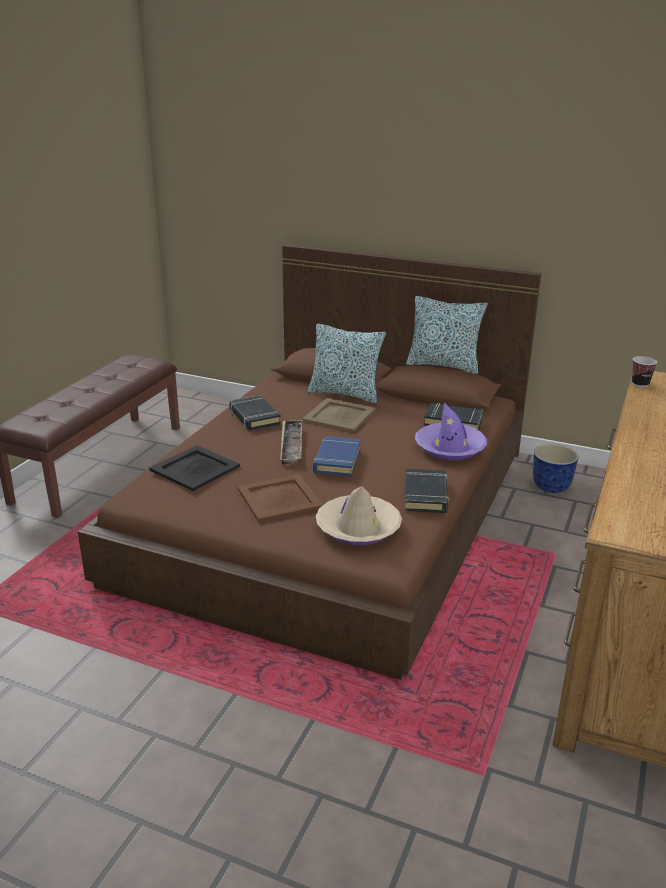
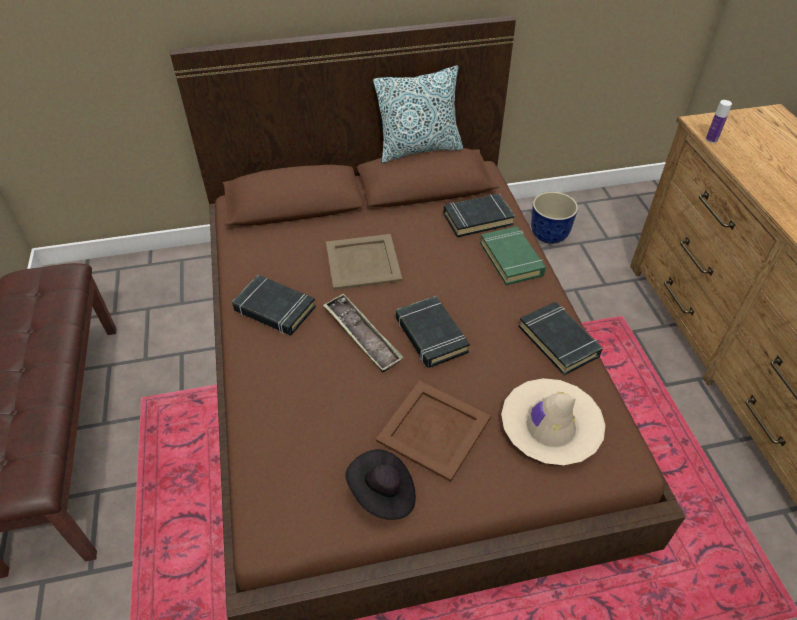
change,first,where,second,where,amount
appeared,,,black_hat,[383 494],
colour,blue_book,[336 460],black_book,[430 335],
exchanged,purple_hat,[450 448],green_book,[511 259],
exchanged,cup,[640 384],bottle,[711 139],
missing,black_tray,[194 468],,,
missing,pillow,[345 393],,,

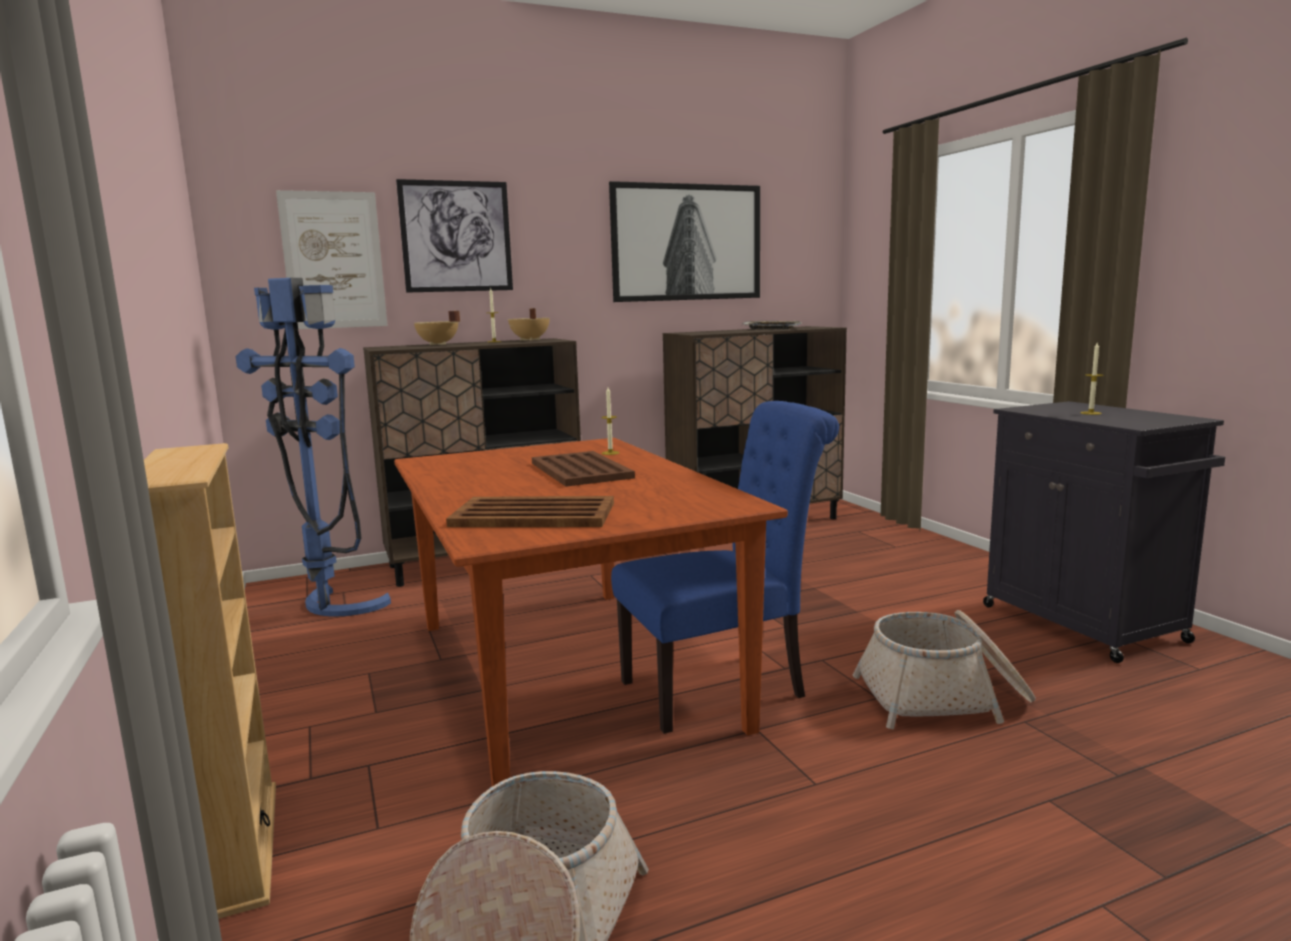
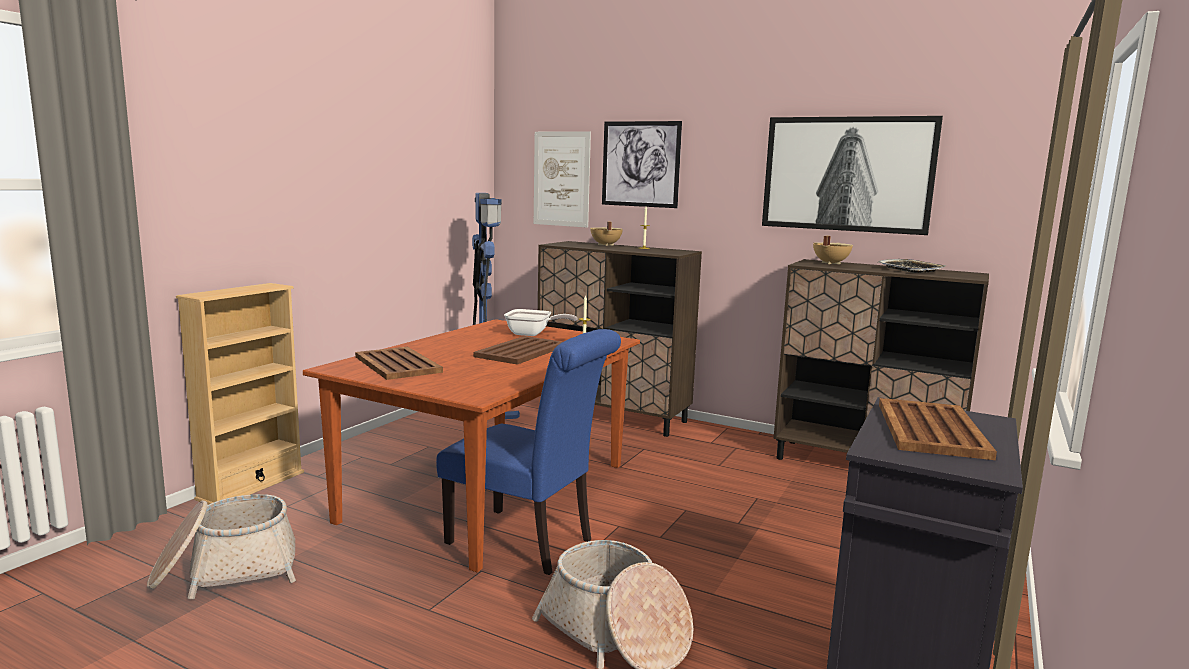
change,first,where,second,where,amount
appeared,,,frying_pan,[532 334],
relocated,beige_cooking_pot,[529 340],,[830 263],
exchanged,candle,[1090 413],brown_tray,[930 430],

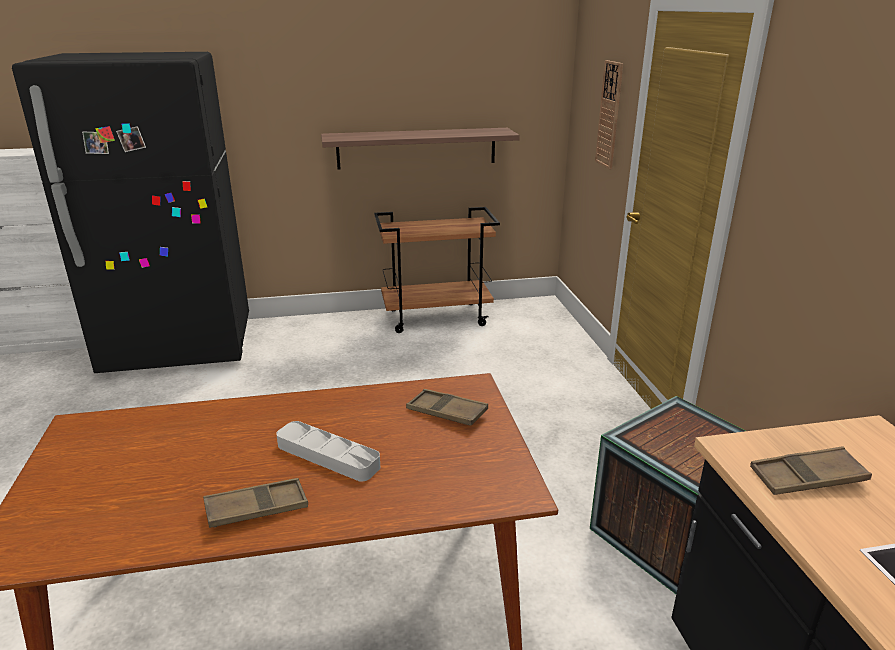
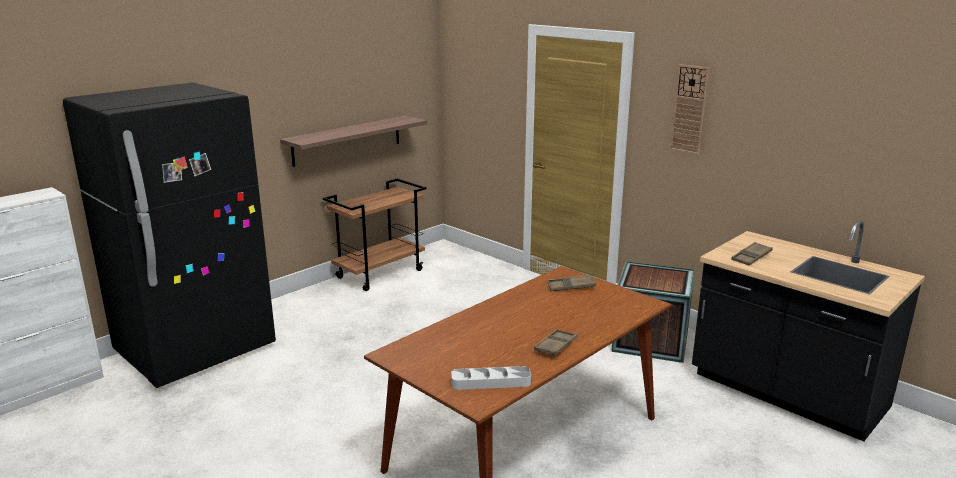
change,first,where,second,where,amount
relocated,grey_tray,[328 456],,[491 382],
relocated,wall_clock,[609 115],,[690 109],

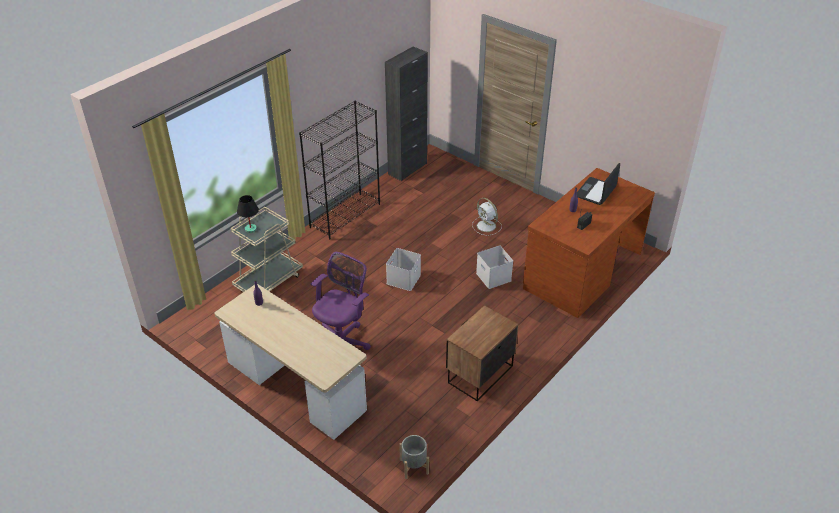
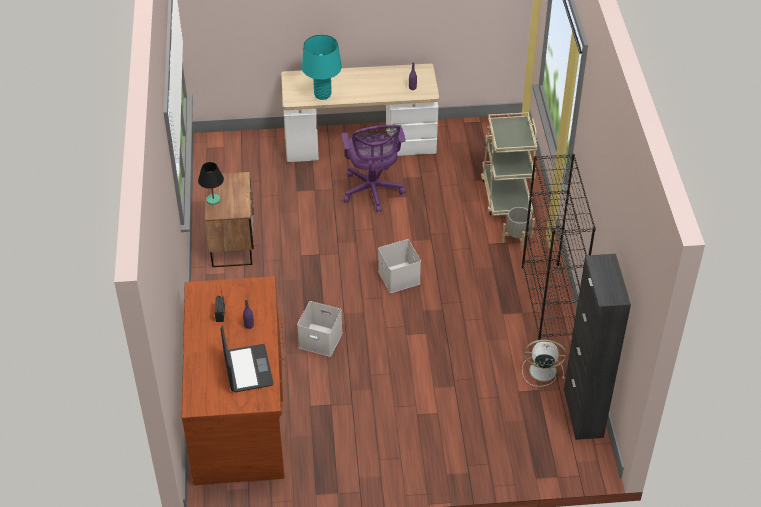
change,first,where,second,where,amount
relocated,black_table_lamp,[251 229],,[213 200],
appeared,,,turquoise_table_lamp,[322 95],
relocated,grey_planter,[414 466],,[517 239],
relocated,white_fan,[487 226],,[541 370],

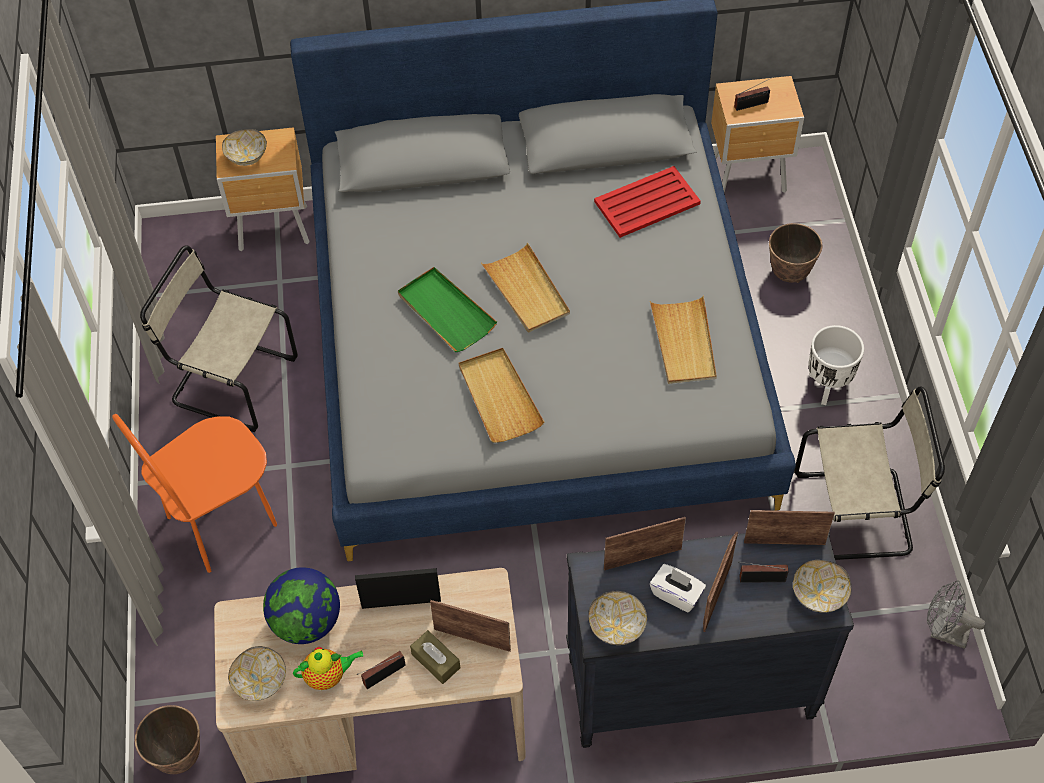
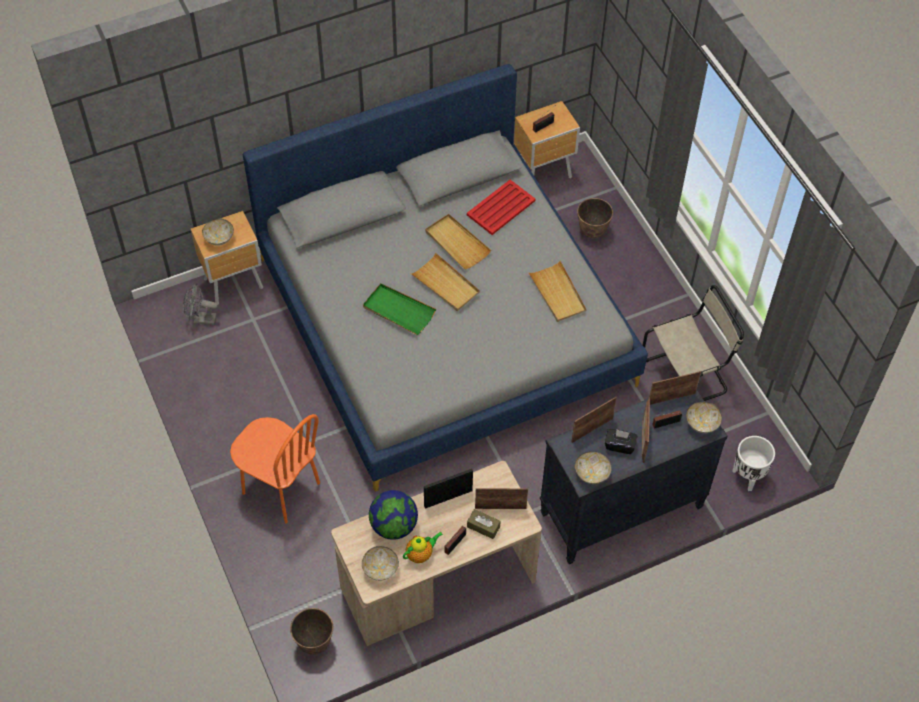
change,first,where,second,where,amount
relocated,grey_fan,[943 632],,[201 319],
spun,orange_chair,[222 522],,[280 489],90 degrees counterclockwise
relocated,beige_tray,[499 397],,[456 243],
colour,white_tissue_box,[676 594],black_tissue_box,[619 445],
relocated,white_planter,[827 386],,[747 476],
missing,beige_chair,[230 380],,,

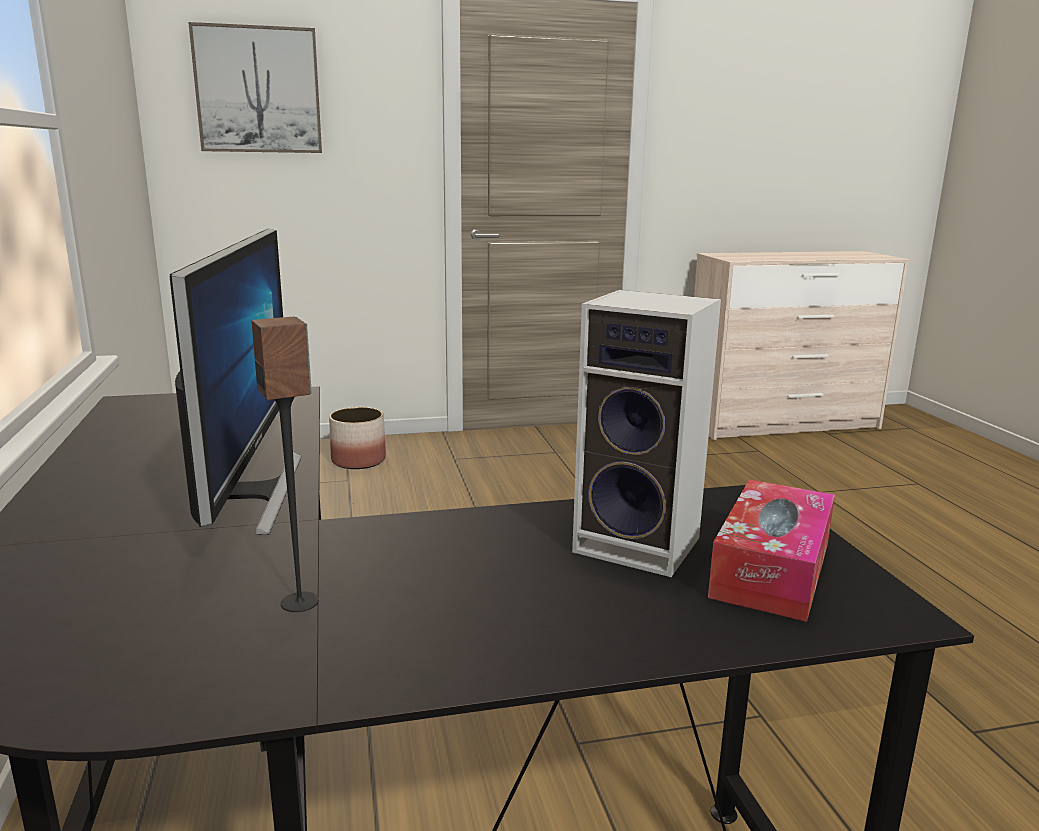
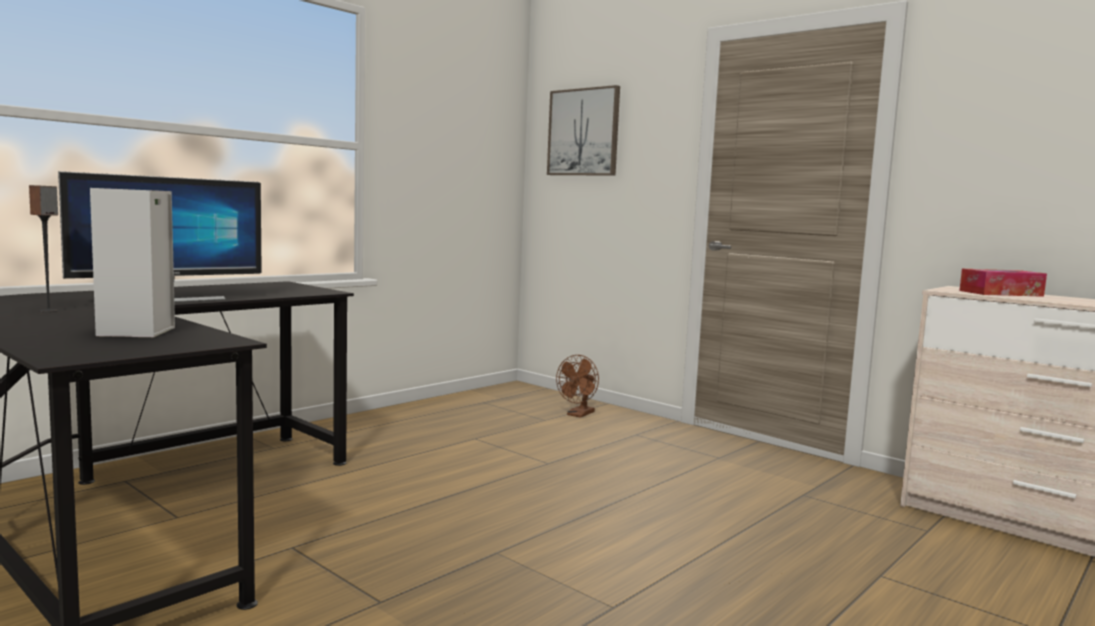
change,first,where,second,where,amount
exchanged,planter,[359 460],brown_fan,[578 415],
relocated,tissue_box,[771 569],,[1001 293],

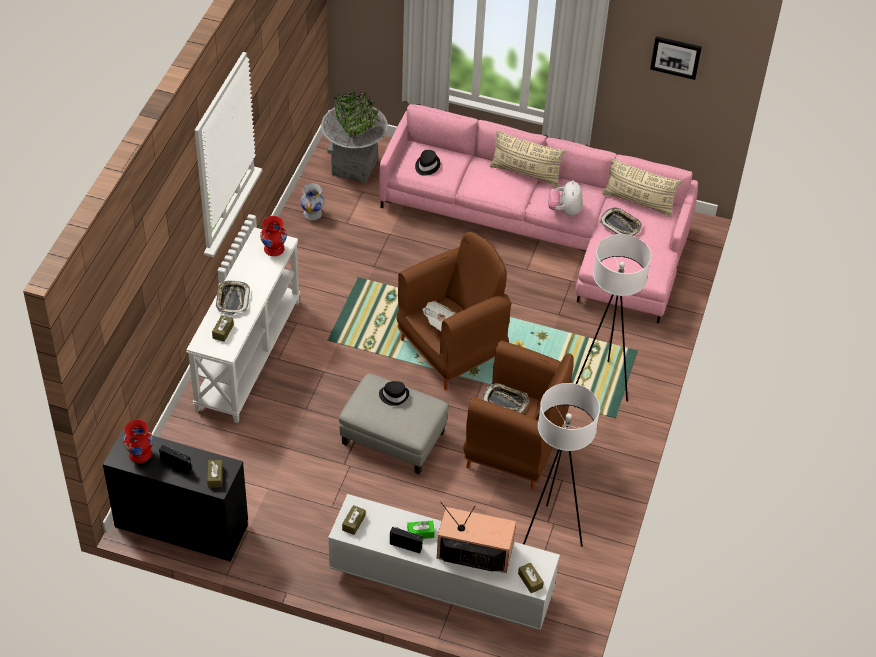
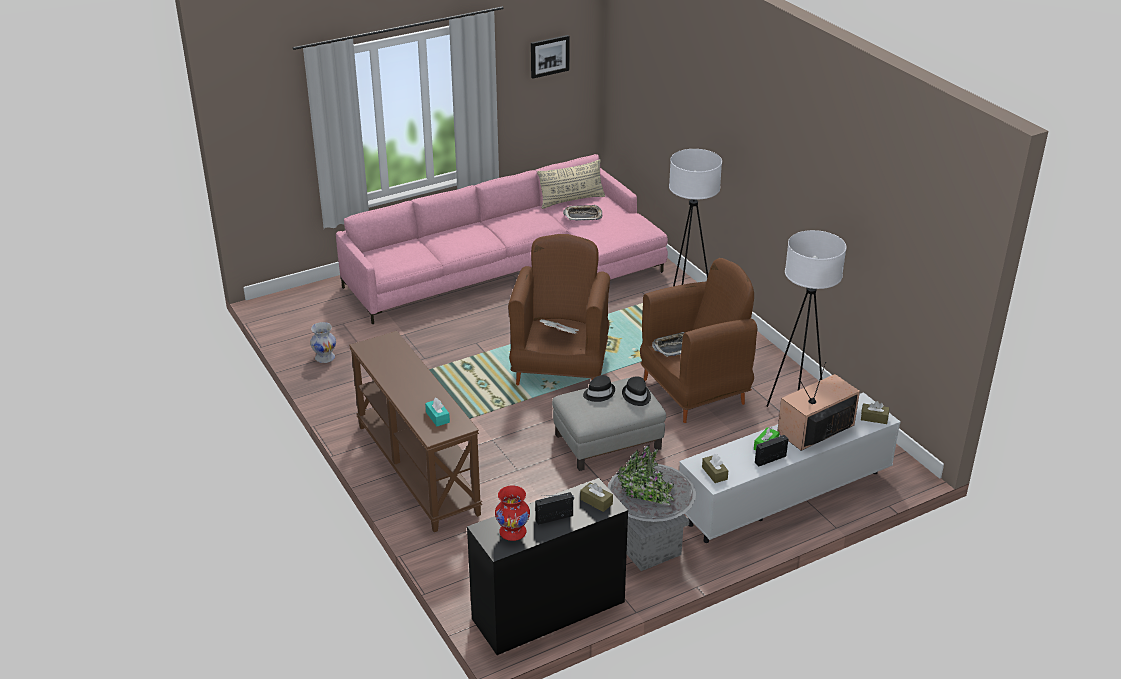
change,first,where,second,where,amount
colour,white_console_table,[247 354],brown_console_table,[416 469],
colour,brown_tissue_box,[223 331],turquoise_tissue_box,[437 417],
relocated,grey_planter,[354 167],,[648 548],
relocated,black_hat,[426 166],,[636 396],
missing,tray,[232 299],,,
missing,red_vase,[274 249],,,
missing,beige_pillow,[525 173],,,
missing,plush_toy,[564 211],,,

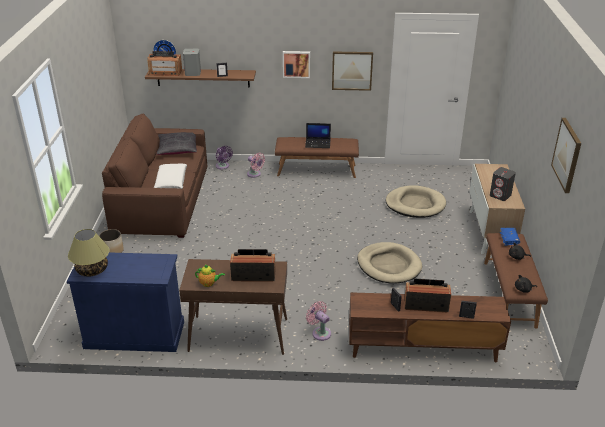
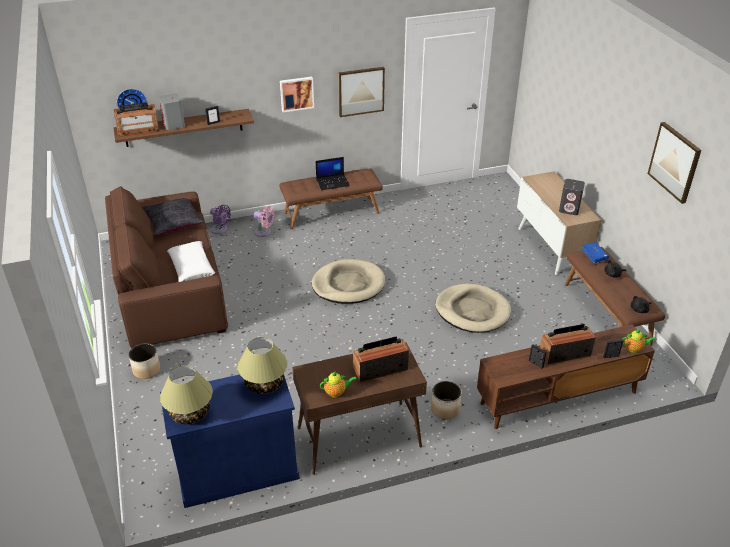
change,first,where,second,where,amount
appeared,,,table_lamp,[265 384],
relocated,beige_dog_bed,[415 204],,[348 284],
exchanged,pink_fan,[320 332],planter,[445 409],
appeared,,,teapot,[634 349],

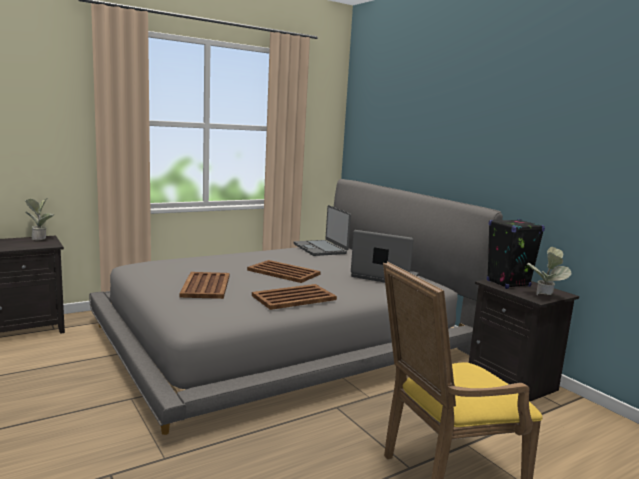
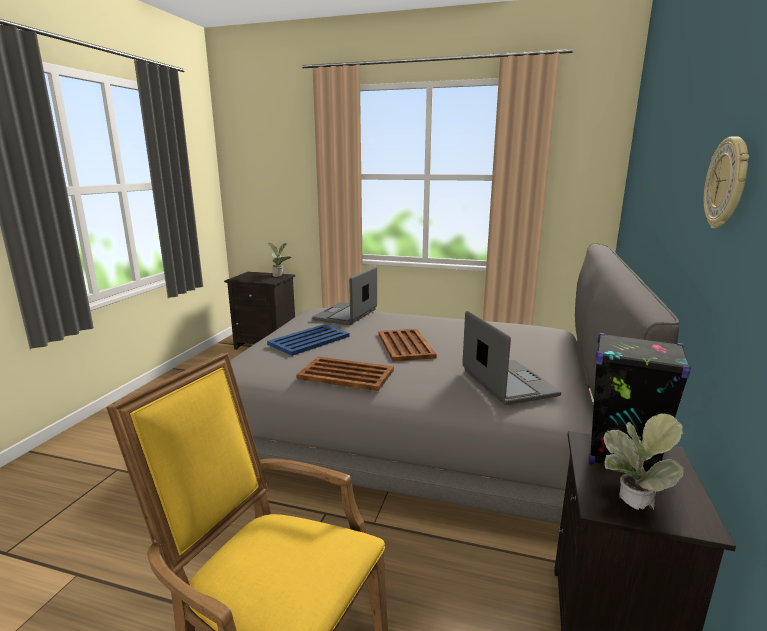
change,first,where,second,where,amount
colour,brown_tray,[205 286],blue_tray,[308 340],
relocated,laptop,[320 249],,[346 315],
appeared,,,wall_clock,[728 183],

